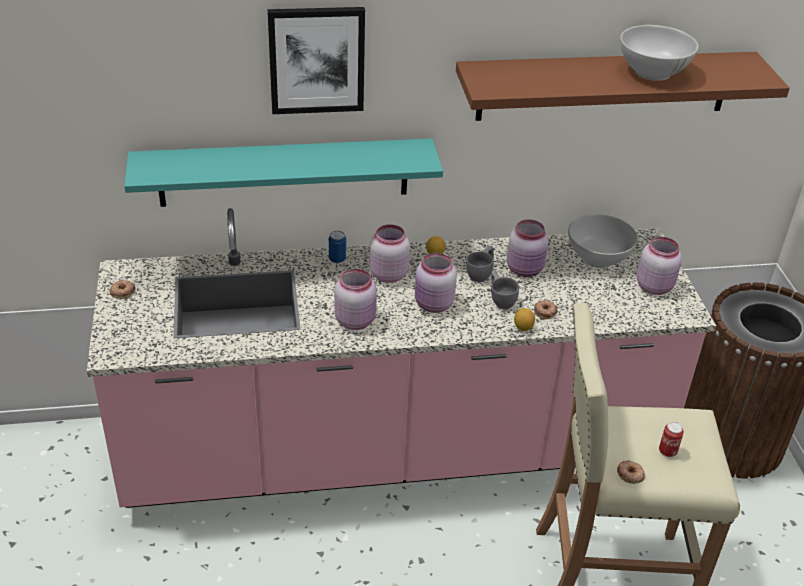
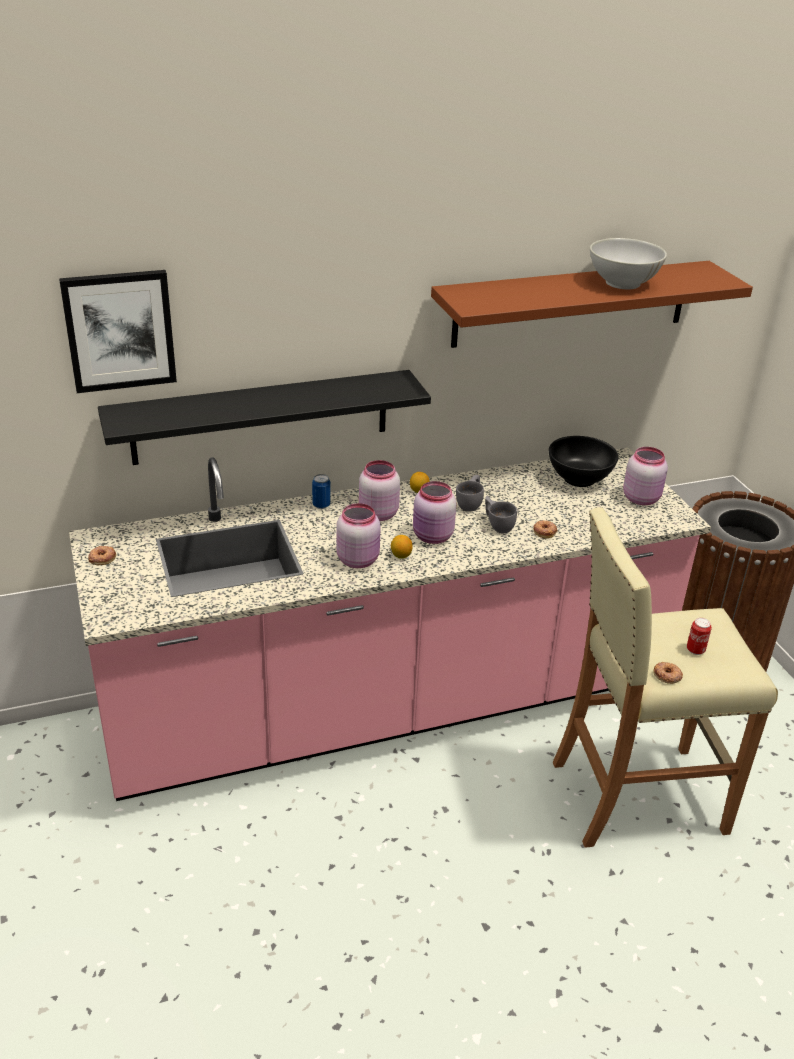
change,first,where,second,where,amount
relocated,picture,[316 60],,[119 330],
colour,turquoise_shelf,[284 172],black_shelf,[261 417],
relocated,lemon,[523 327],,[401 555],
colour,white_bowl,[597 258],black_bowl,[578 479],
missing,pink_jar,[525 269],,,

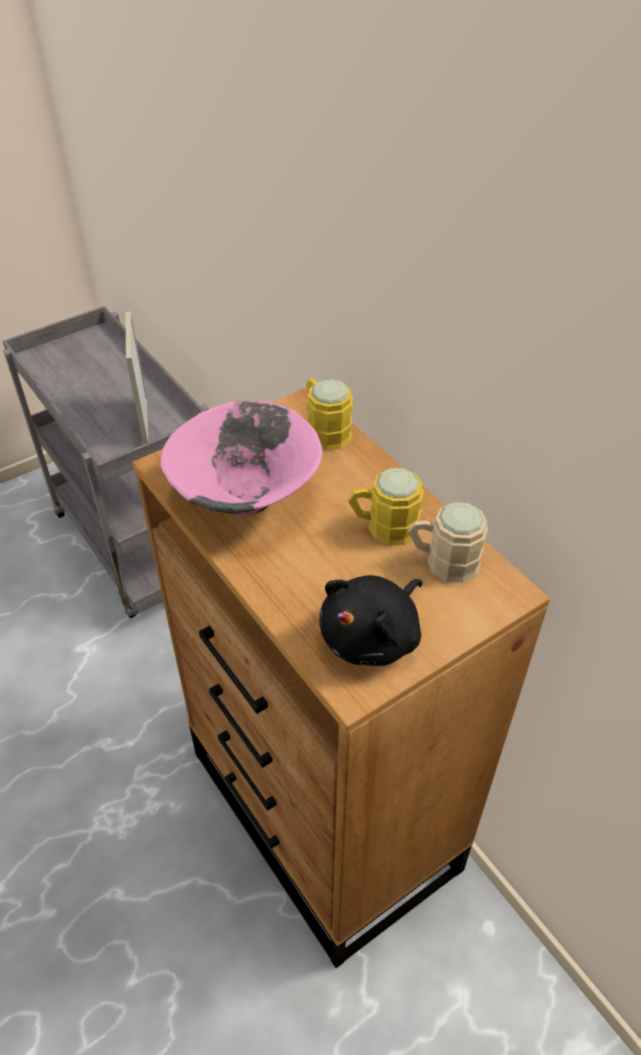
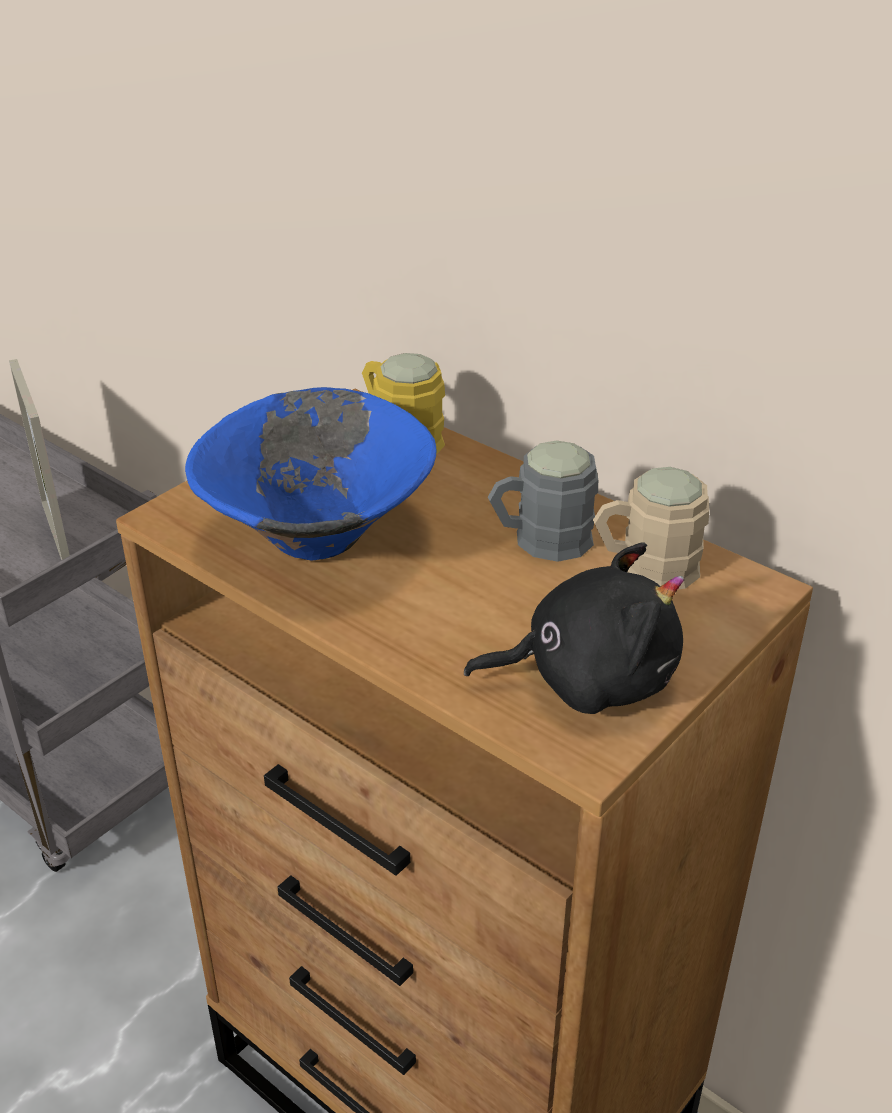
change,first,where,second,where,amount
colour,pink_bowl,[244 499],blue_bowl,[316 539],
spun,black_plush_toy,[373 637],,[588 678],120 degrees counterclockwise
colour,yellow_mug,[383 527],grey_mug,[540 540],

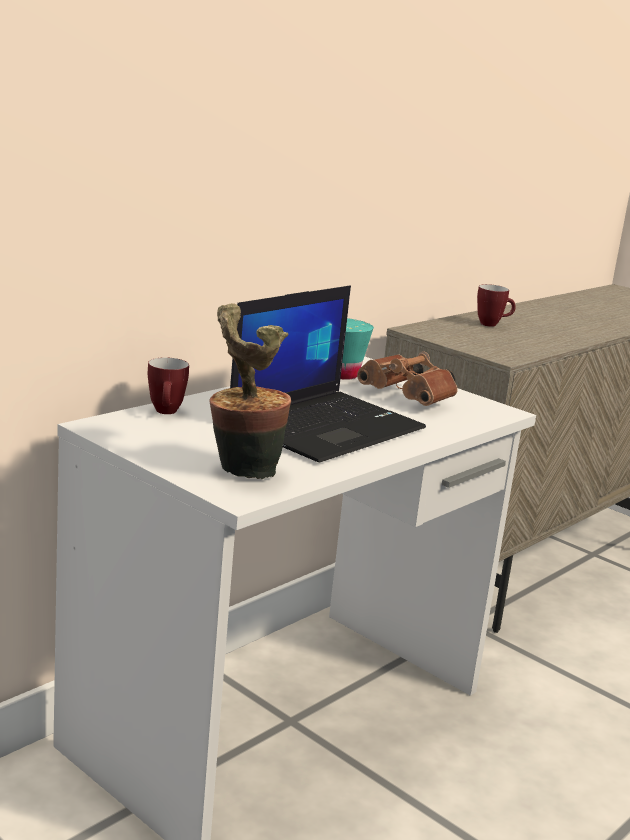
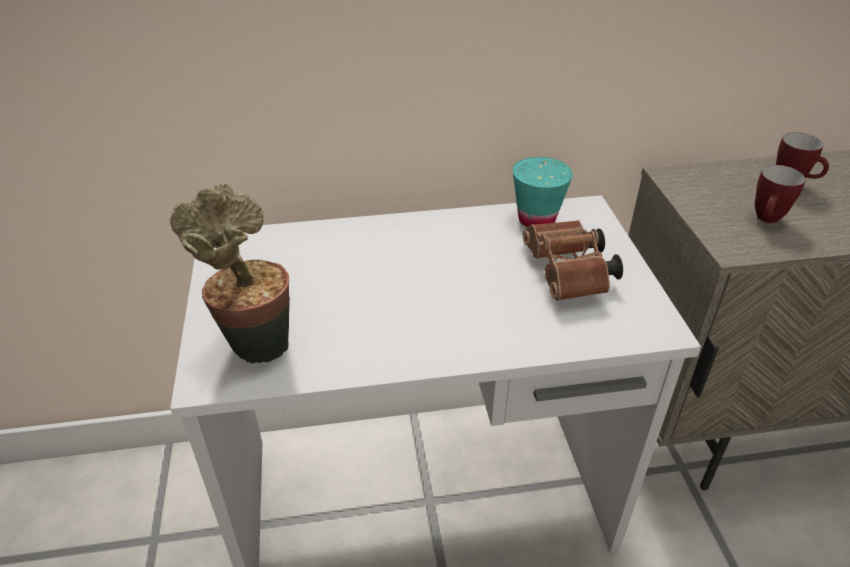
change,first,where,second,where,amount
relocated,mug,[166 413],,[766 221],
missing,laptop,[326 426],,,

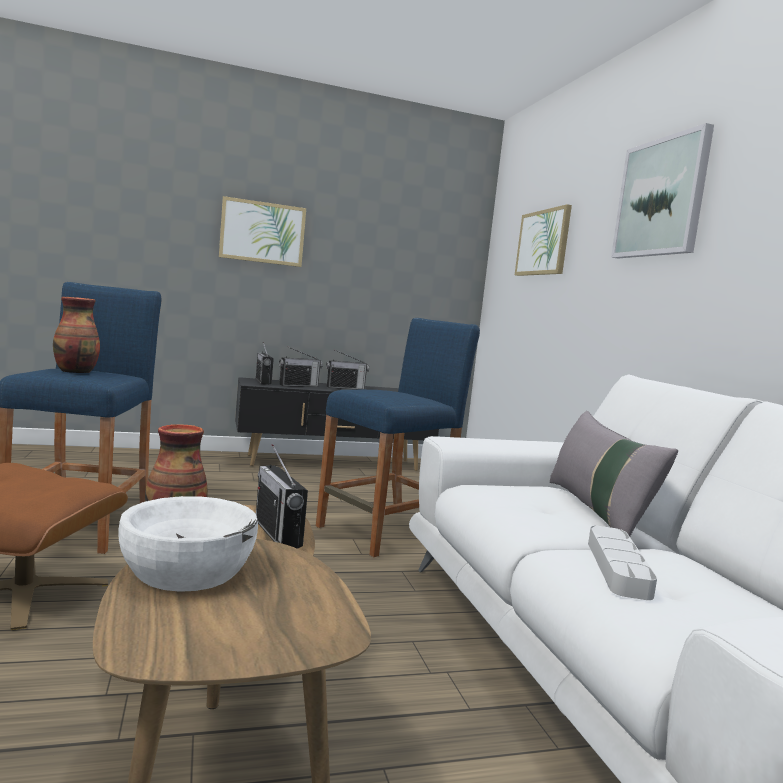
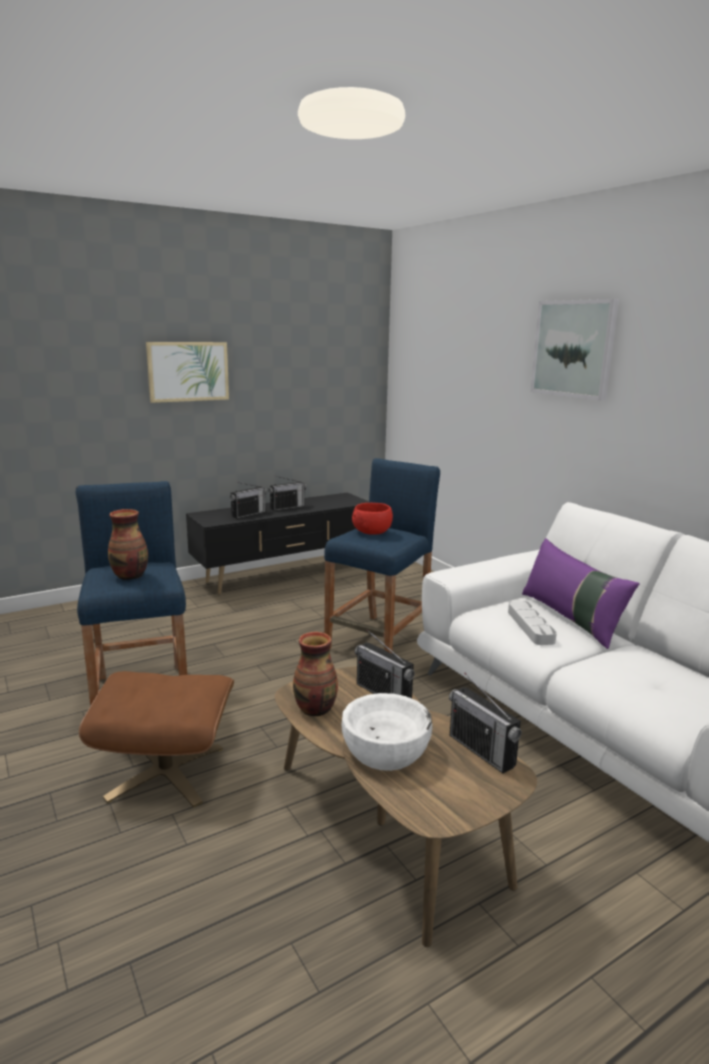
change,first,where,second,where,amount
appeared,,,red_bowl,[372 532],
relocated,radio,[263 381],,[481 750],
relocated,grey_tray,[617 567],,[530 626],
colour,grey_pillow,[597 511],purple_pillow,[571 618],
missing,picture,[543 243],,,

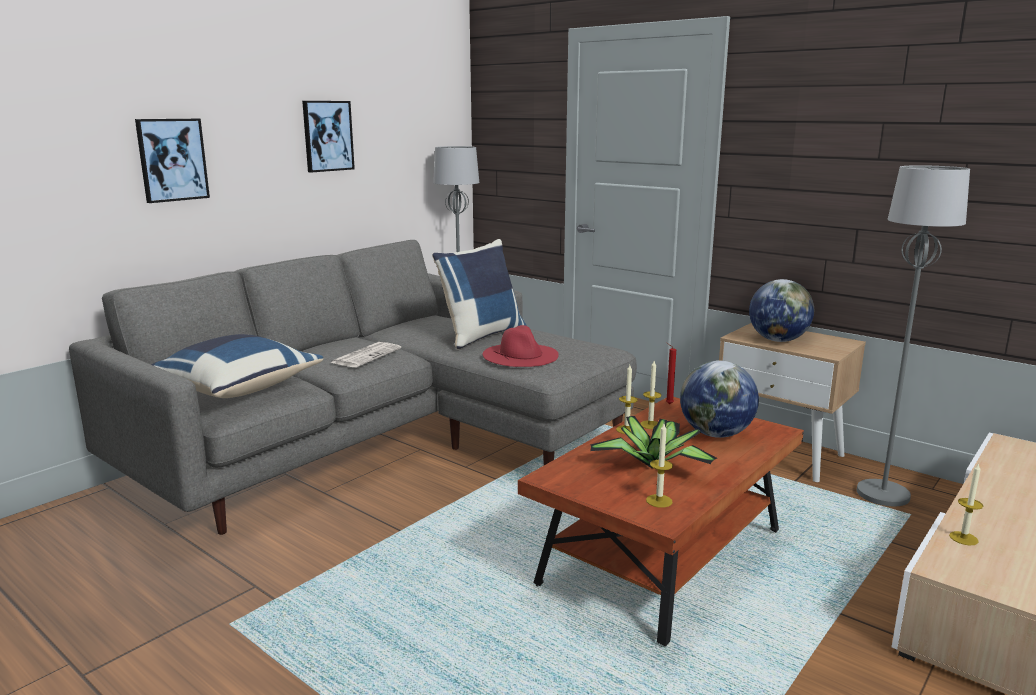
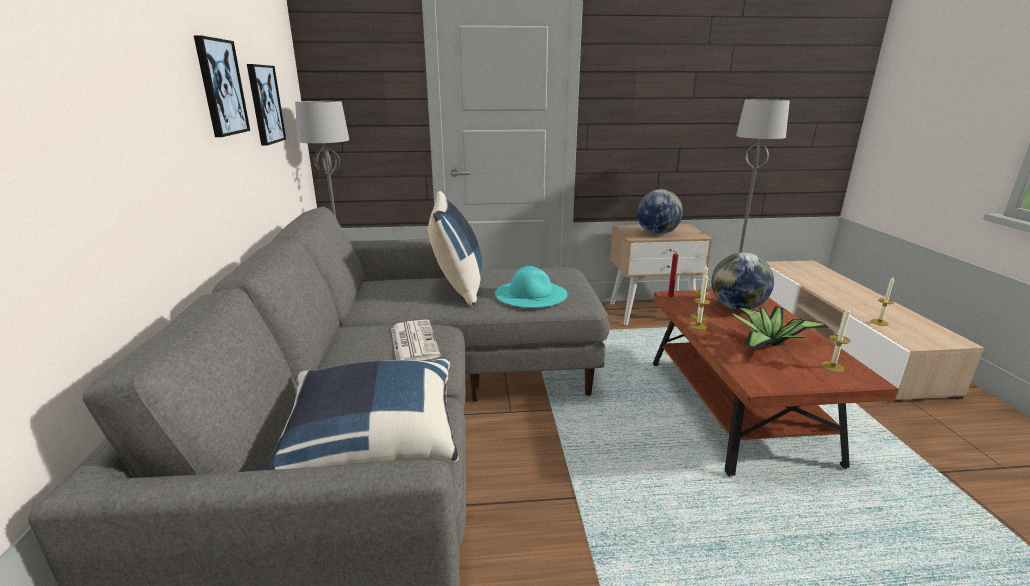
change,first,where,second,where,amount
relocated,picture,[172 160],,[265 104],
colour,red_hat,[521 355],turquoise_hat,[531 293],

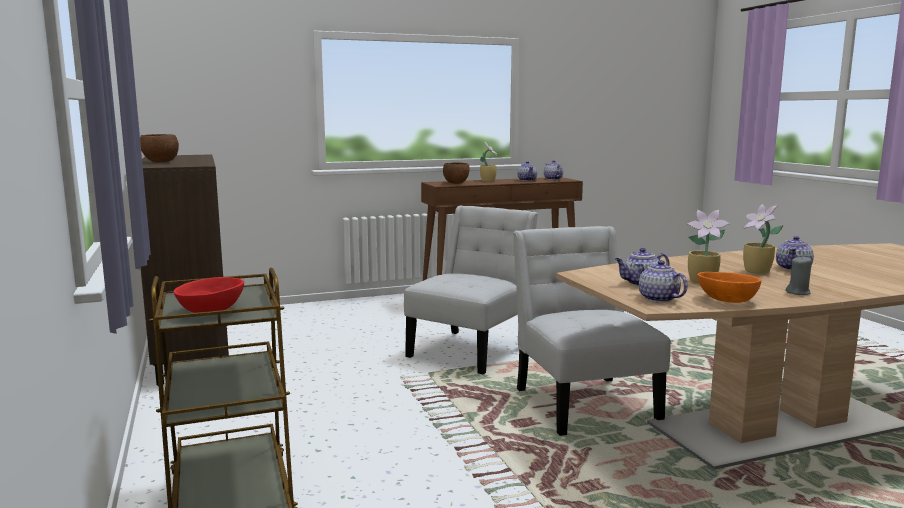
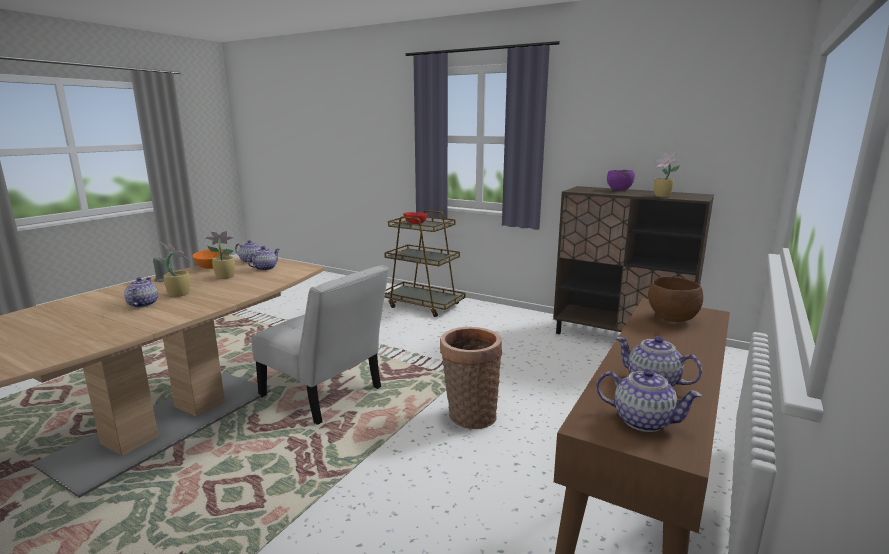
change,first,where,second,where,amount
exchanged,white_chair,[472 350],basket,[469 415],
colour,brown_bowl,[161 162],purple_bowl,[619 190],
relocated,potted_plant,[488 181],,[662 196],

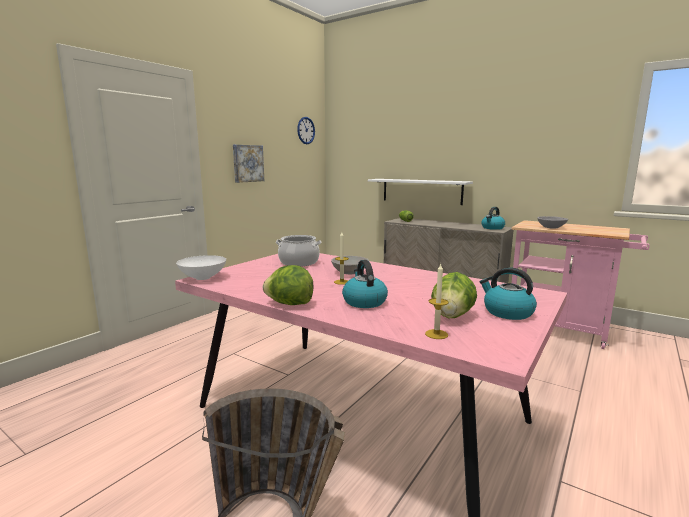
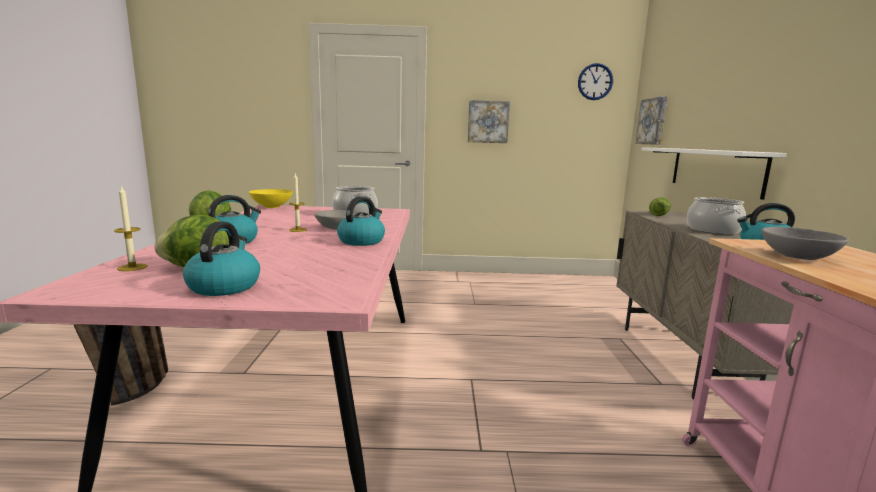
change,first,where,second,where,amount
colour,white_bowl,[204 278],yellow_bowl,[272 207],
appeared,,,kettle,[361 241],
appeared,,,picture,[653 121],
appeared,,,cooking_pot,[712 230],

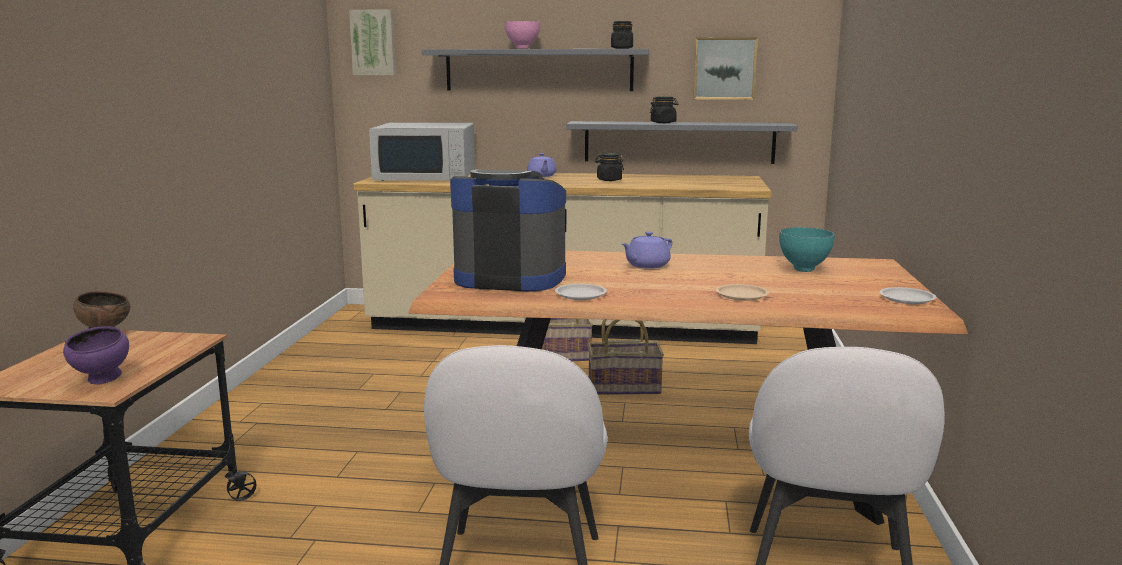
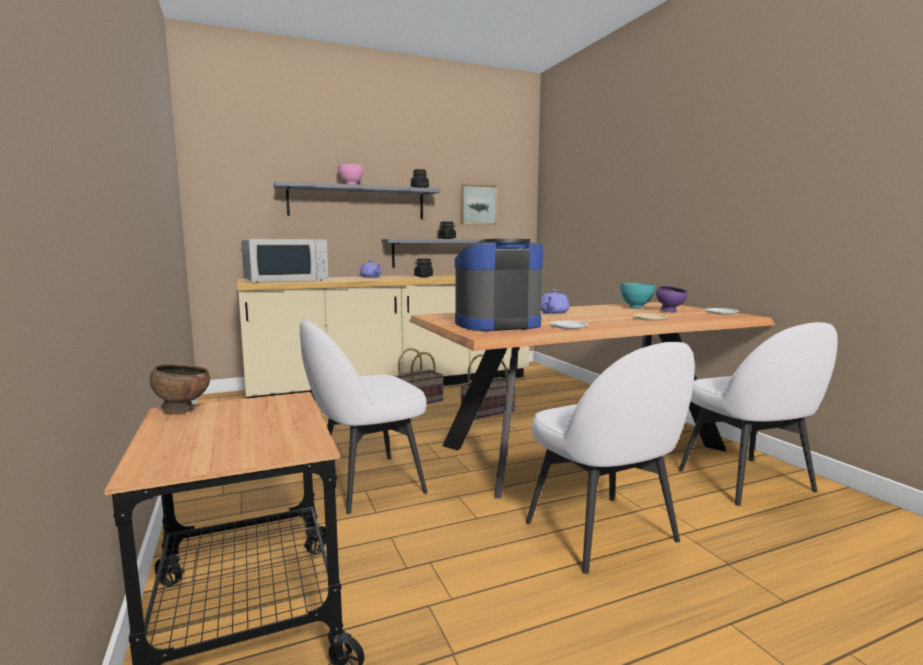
change,first,where,second,where,amount
appeared,,,white_chair,[367 483],
relocated,purple_bowl,[103 381],,[670 311],
missing,picture,[373 42],,,

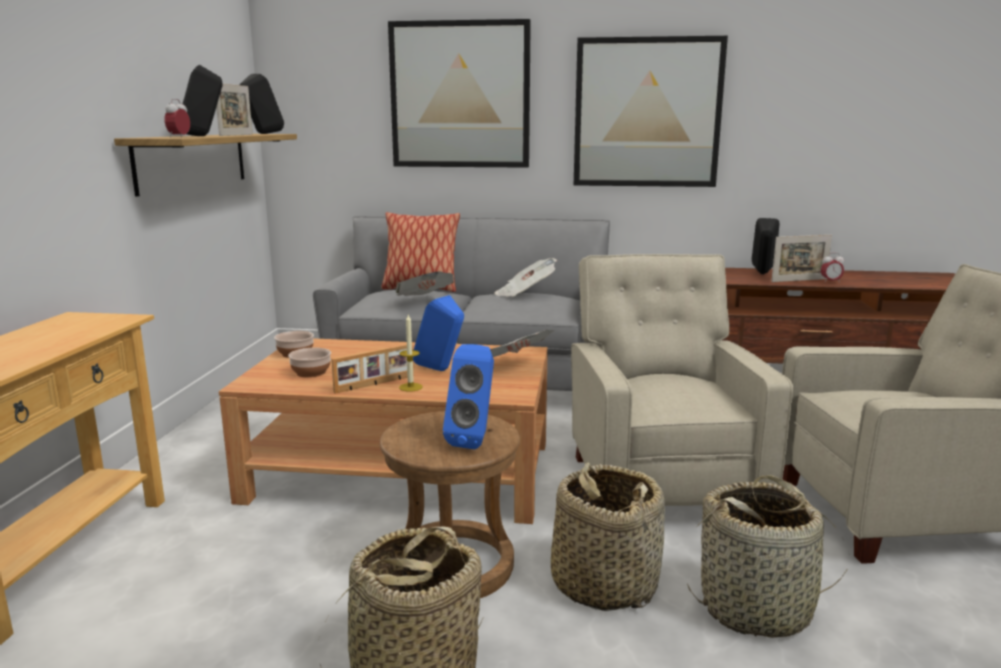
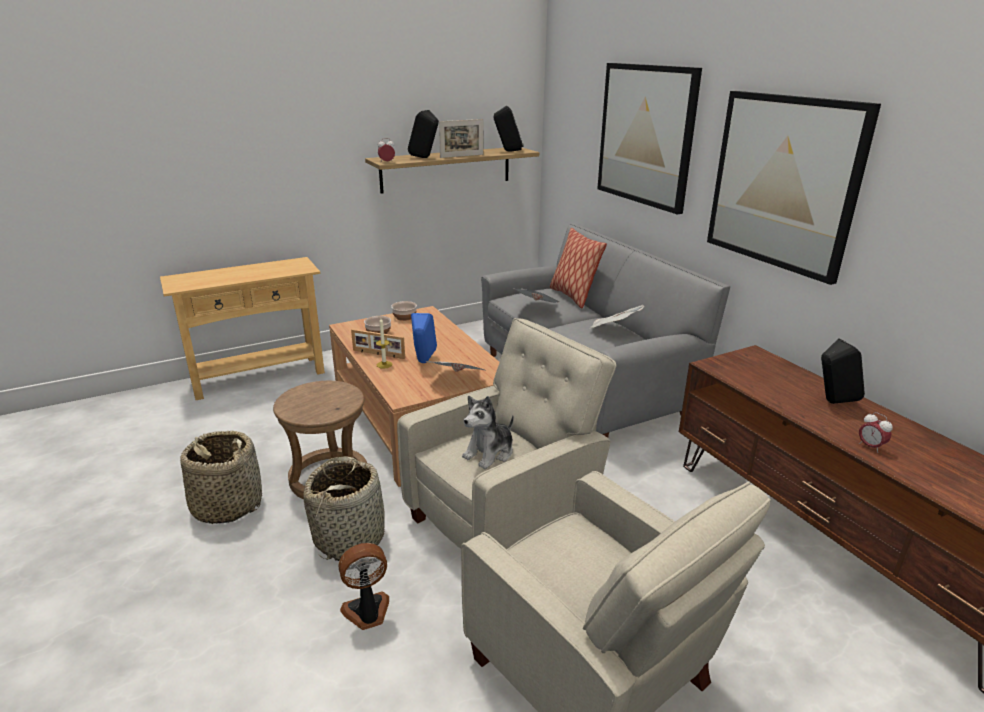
change,first,where,second,where,amount
exchanged,basket,[757 608],fan,[367 612],
appeared,,,plush_toy,[490 453],
missing,blue_speaker,[474 440],,,
missing,picture_frame,[799 280],,,

